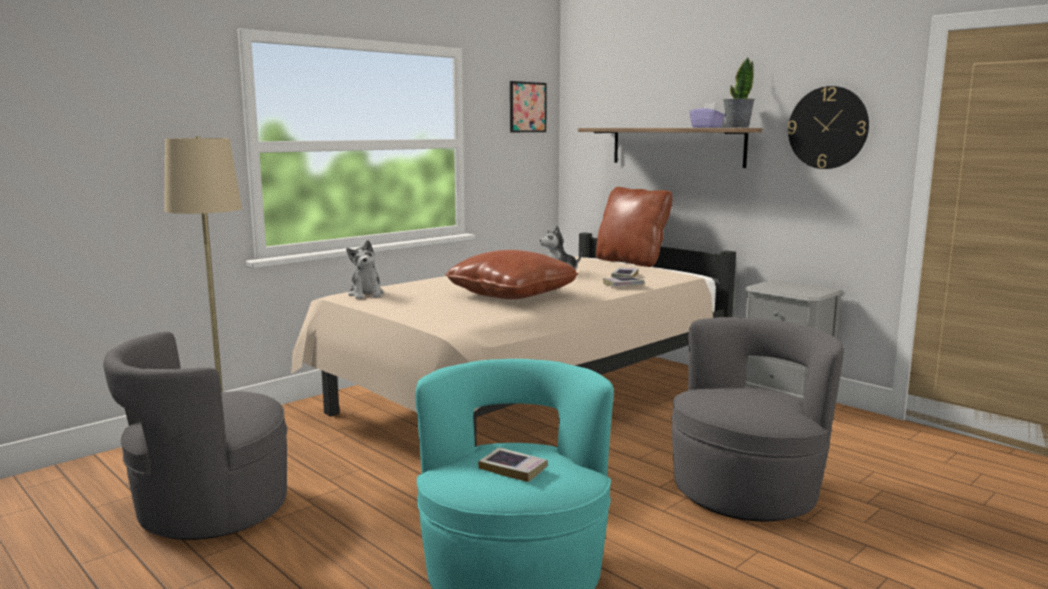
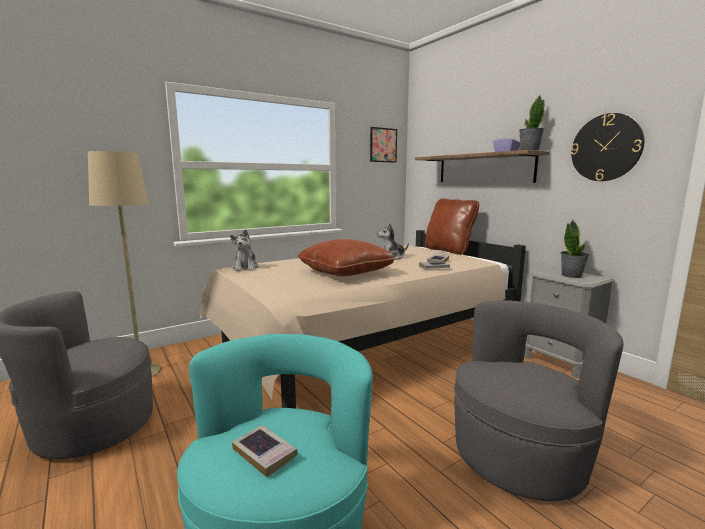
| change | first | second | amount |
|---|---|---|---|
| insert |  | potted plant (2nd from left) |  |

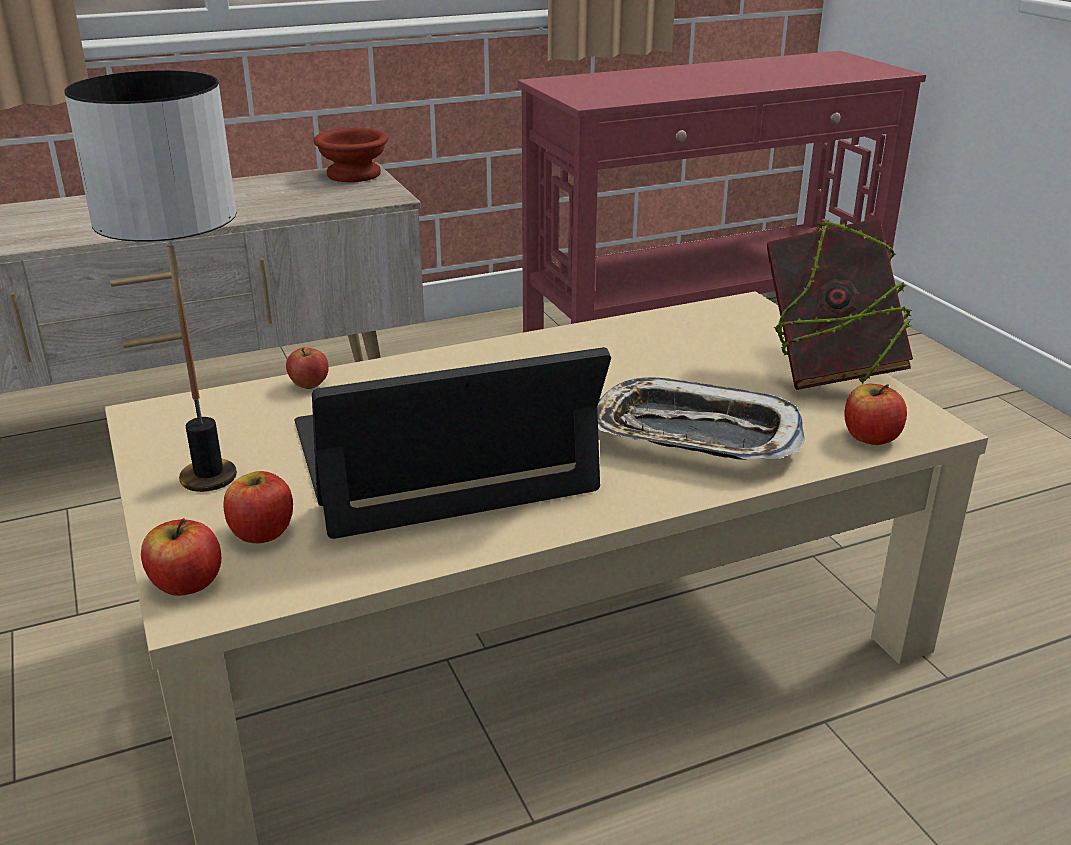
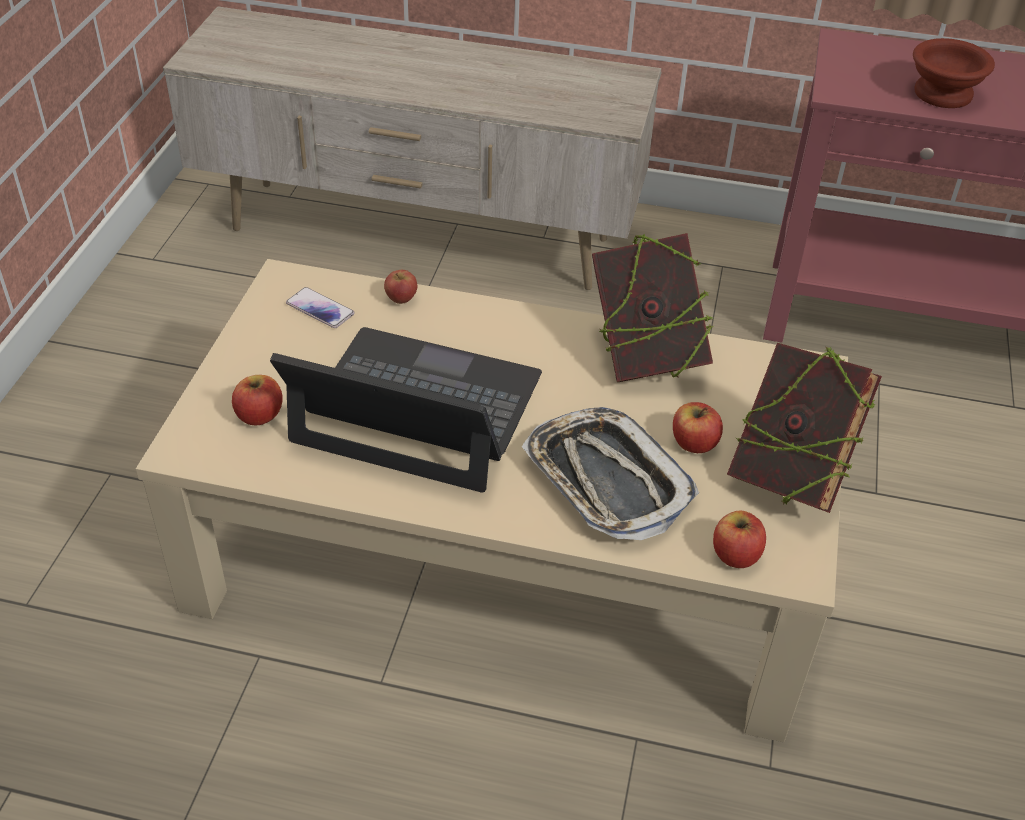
| change | first | second | amount |
|---|---|---|---|
| delete | table lamp |  |  |
| insert |  | phone |  |
| insert |  | book (1st from left) |  |
| move | apple (1st from left in the first image) | apple (3rd from left) |  |
| move | brown bowl |  |  |

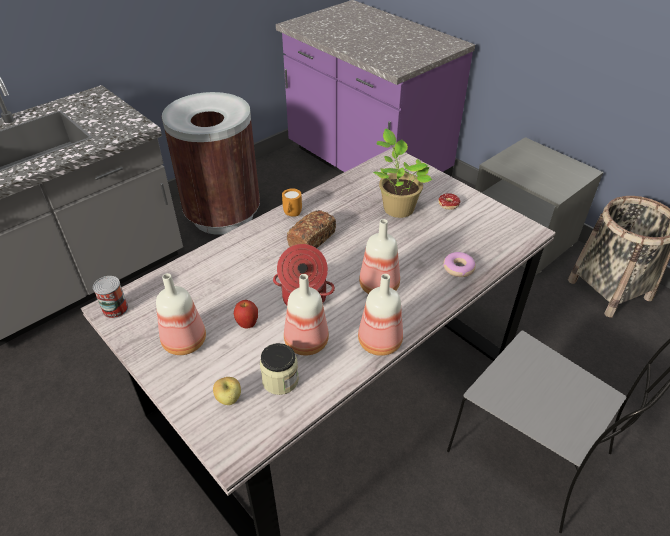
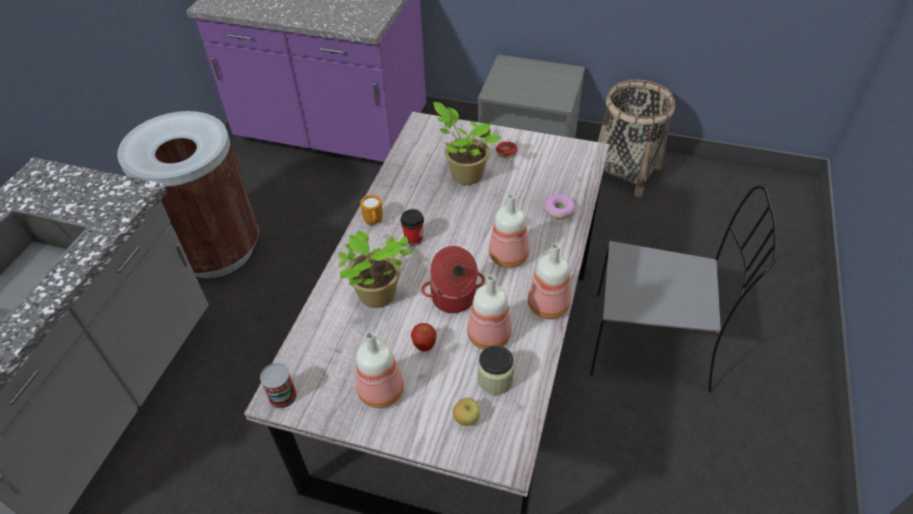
| change | first | second | amount |
|---|---|---|---|
| insert |  | potted plant (1st from left) |  |
| replace | bread | cup |  |

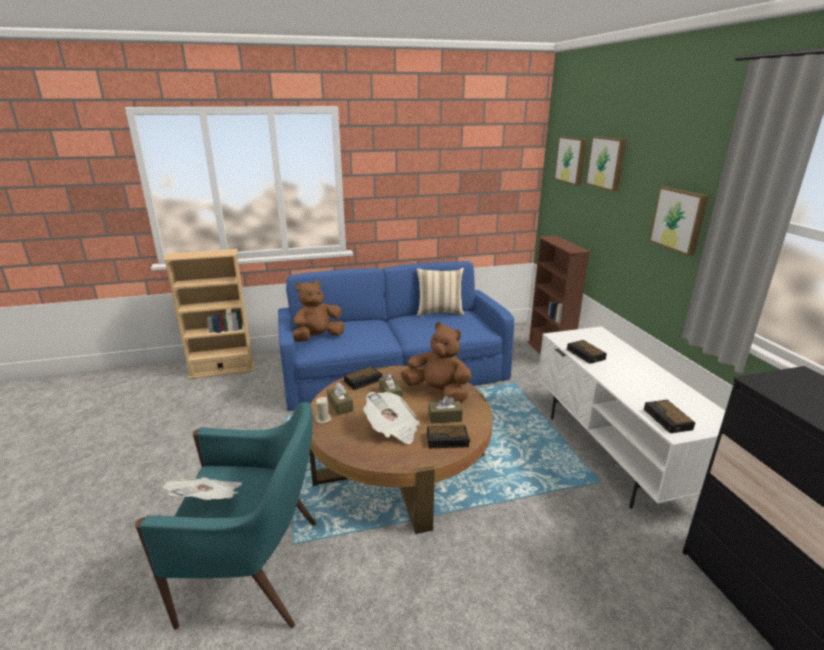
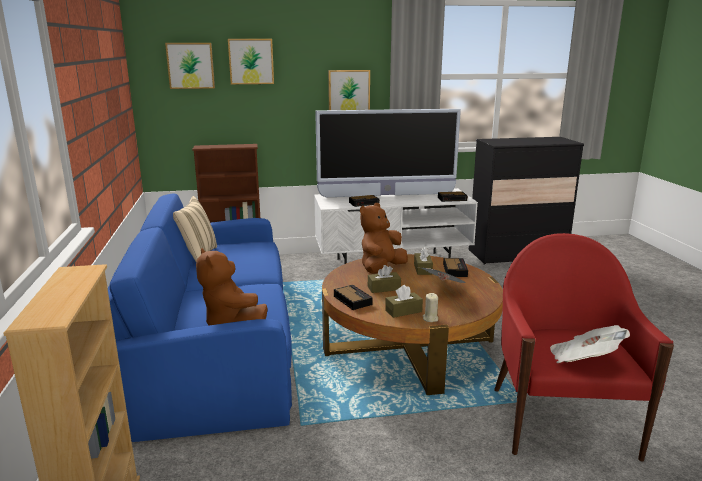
| change | first | second | amount |
|---|---|---|---|
| insert |  | television |  |
| recolor | turquoise armchair | red armchair |  |

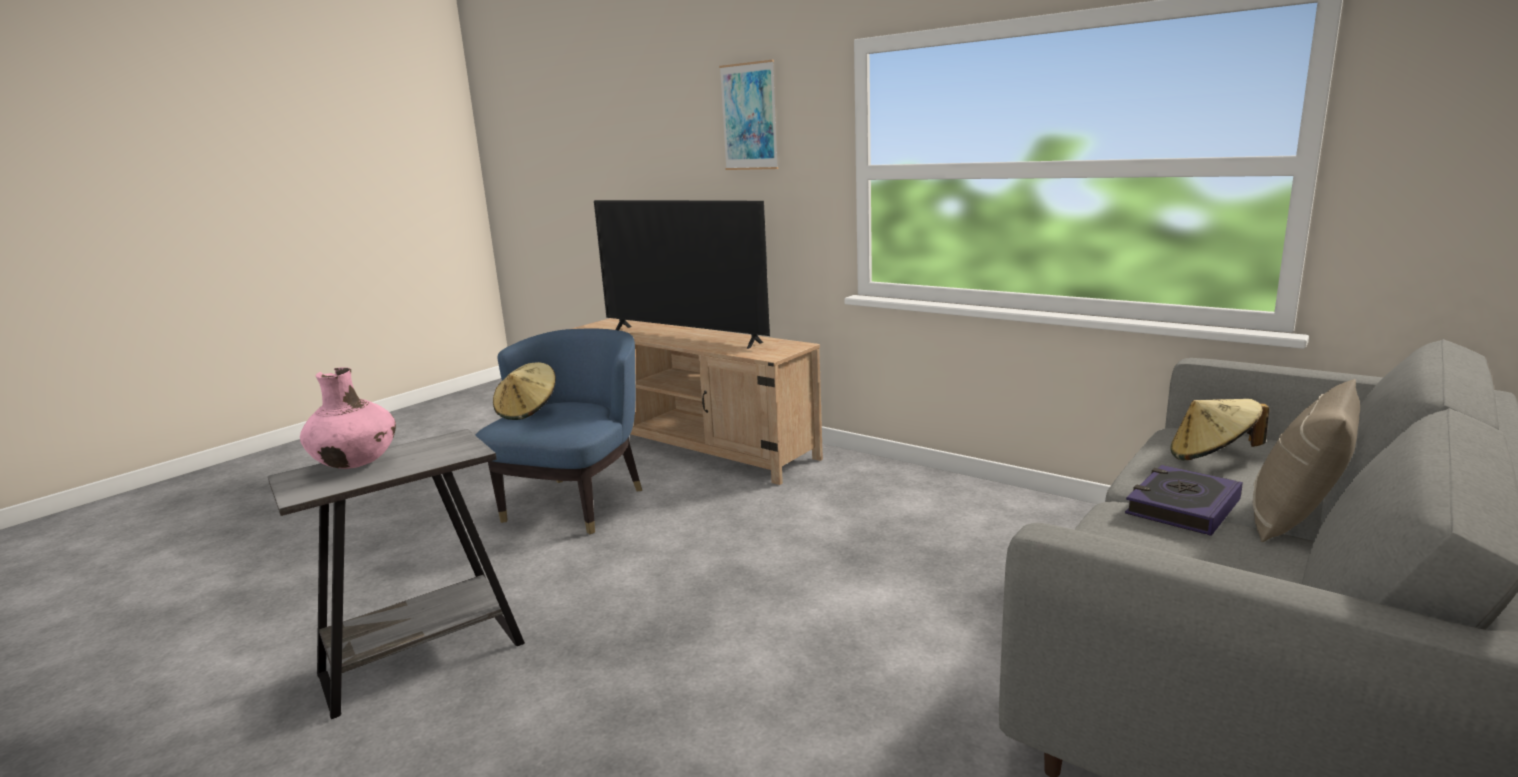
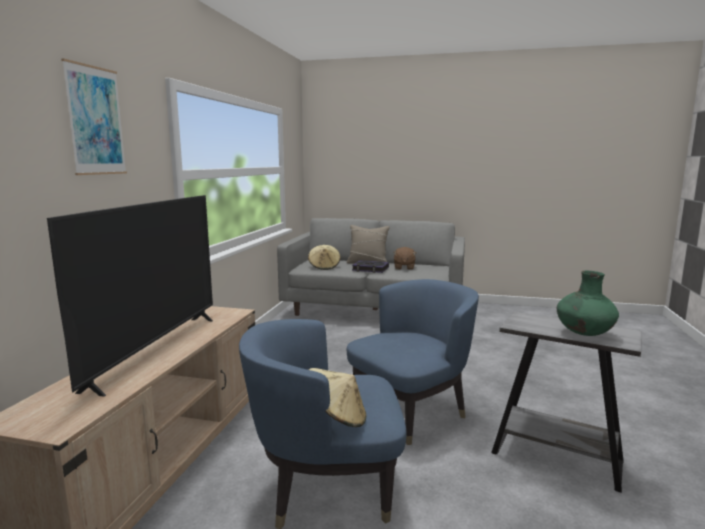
| change | first | second | amount |
|---|---|---|---|
| insert |  | blue armchair (2nd from left) |  |
| insert |  | brown plush toy |  |
| recolor | pink vase | green vase |  |

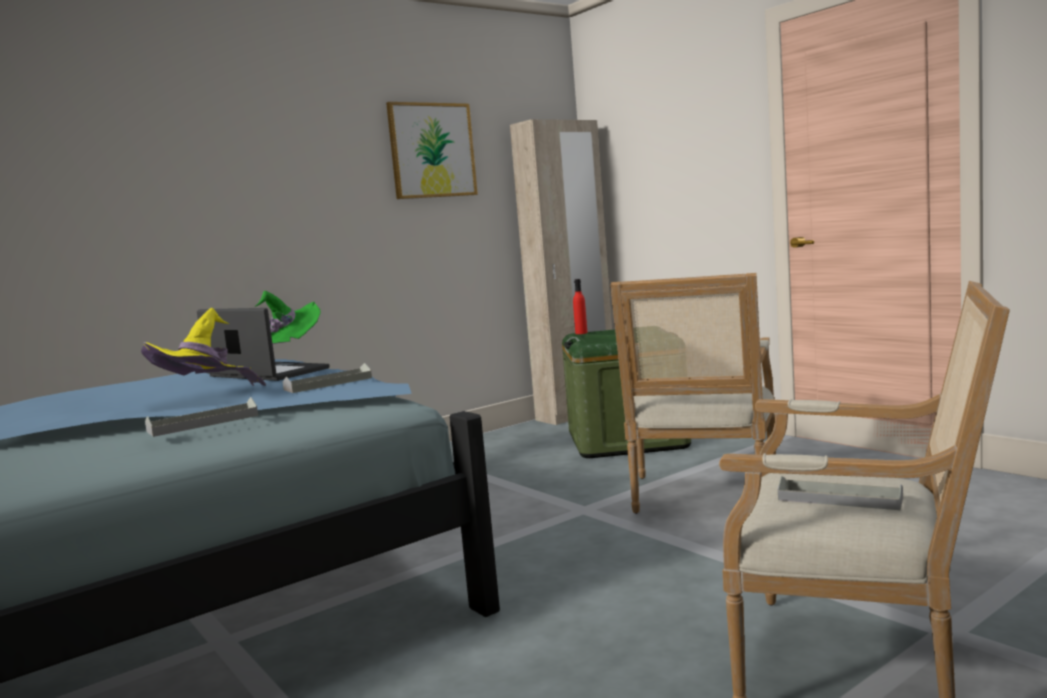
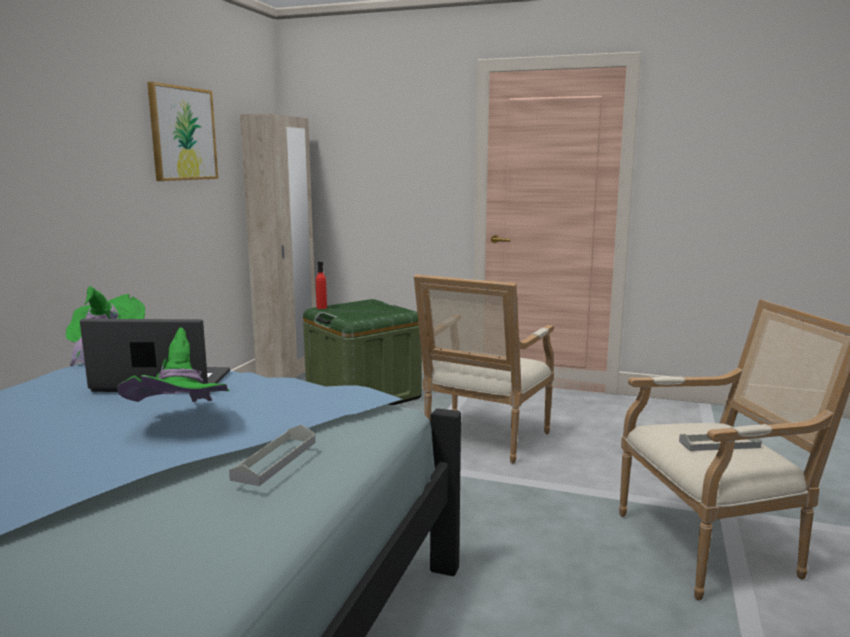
| change | first | second | amount |
|---|---|---|---|
| delete | grey tray (2nd from left) |  |  |
| recolor | yellow hat | green hat (2nd from left) |  |
| rotate | armchair (1st from left) |  | 45 degrees clockwise |

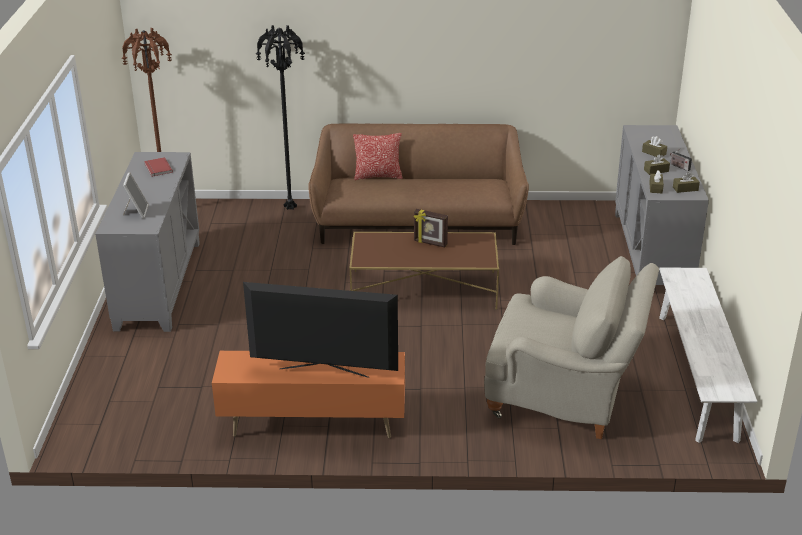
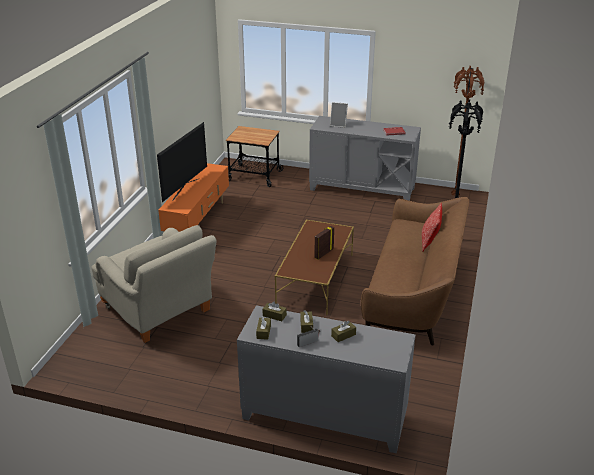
| change | first | second | amount |
|---|---|---|---|
| delete | white bench |  |  |
| insert |  | cart |  |
| rotate | beige armchair |  | 75 degrees counterclockwise |

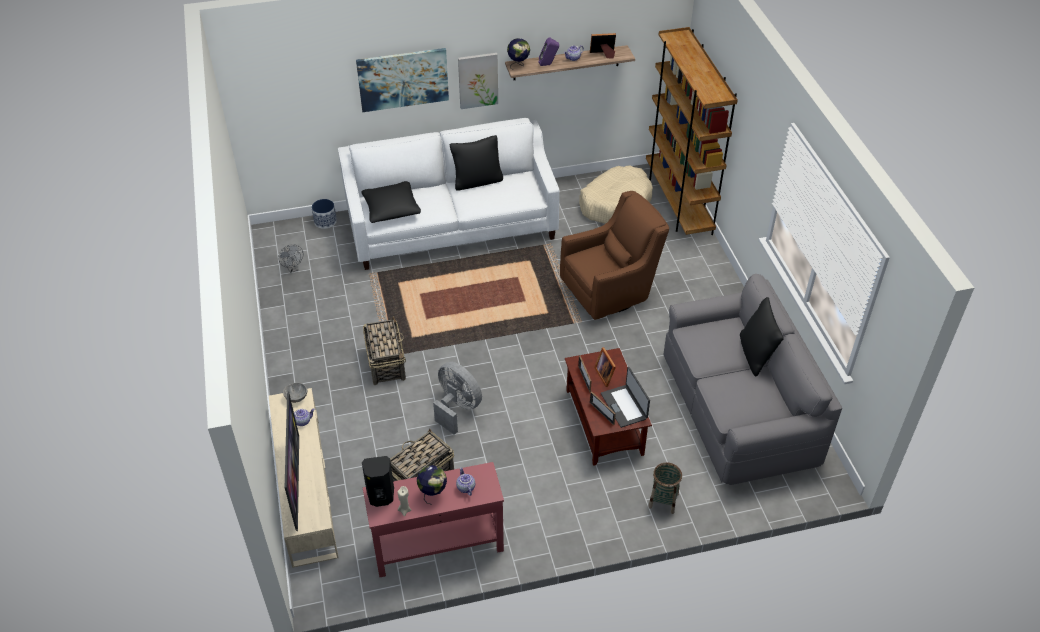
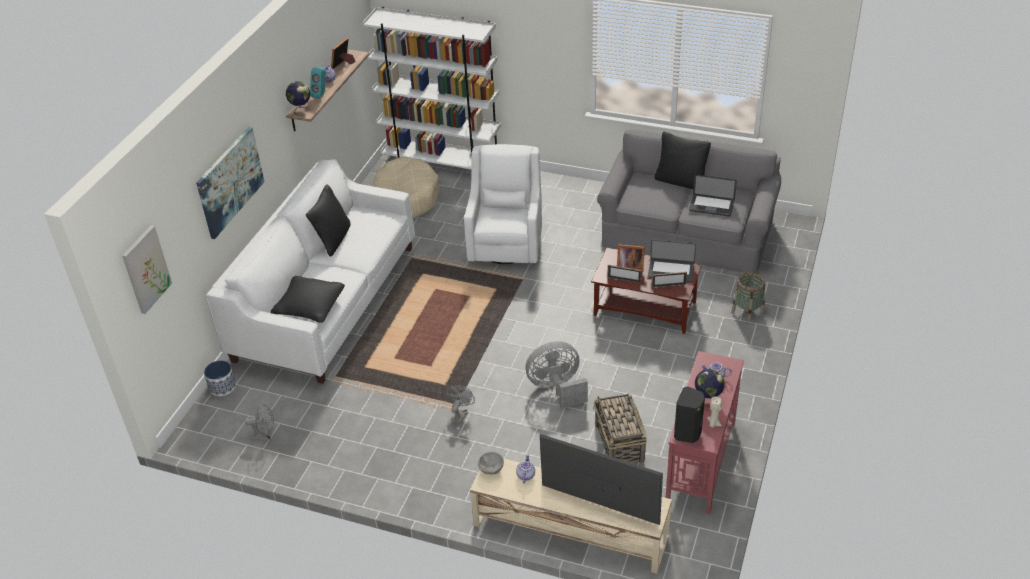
| change | first | second | amount |
|---|---|---|---|
| insert |  | laptop (2nd from left) |  |
| move | picture (2nd from left in the first image) | picture (1st from left) |  |
| replace | basket (1st from left) | grey fan (2nd from left) |  |
| recolor | purple speaker | turquoise speaker |  |
| recolor | brown armchair | white armchair |  |
| recolor | brown bookcase | white bookcase |  |

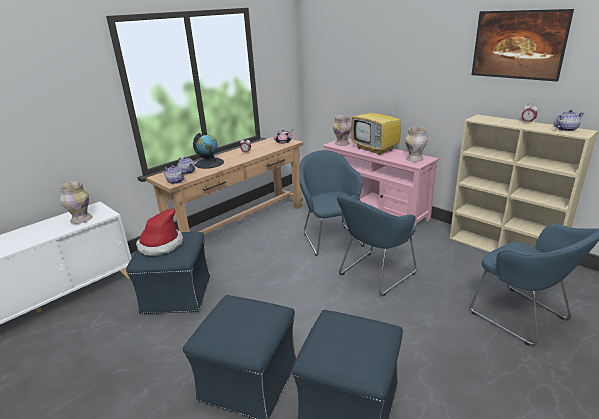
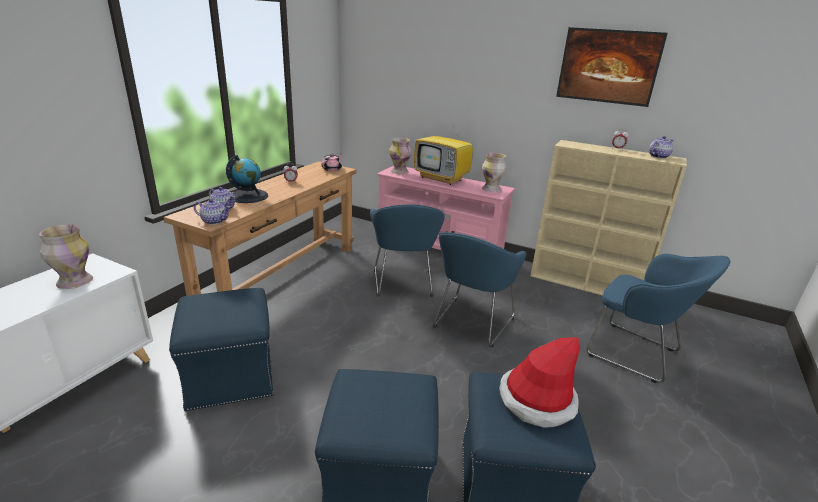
| change | first | second | amount |
|---|---|---|---|
| move | hat |  |  |
| rotate | blue armchair (1st from left) |  | 150 degrees counterclockwise |

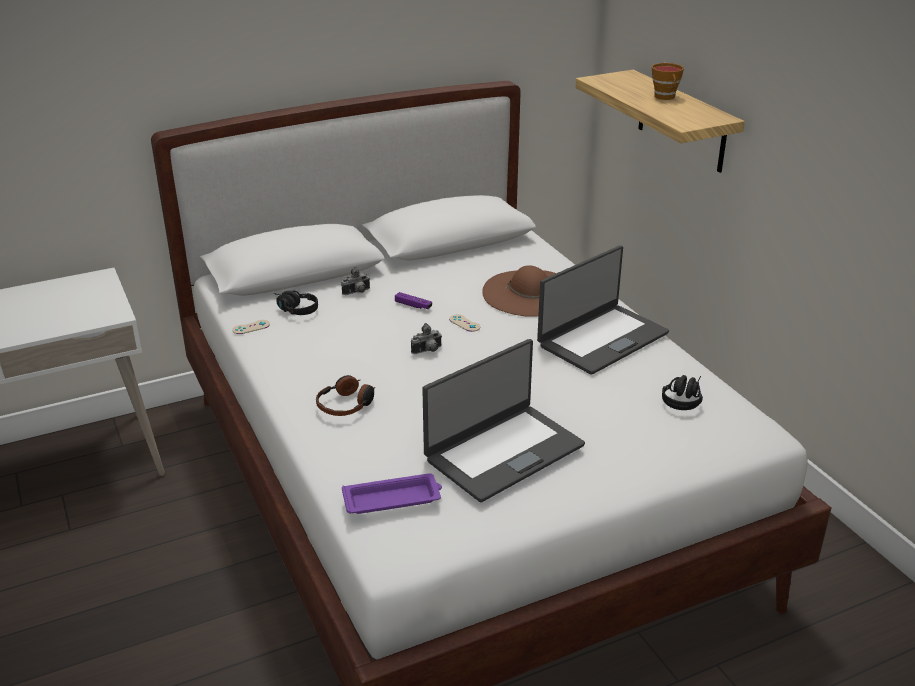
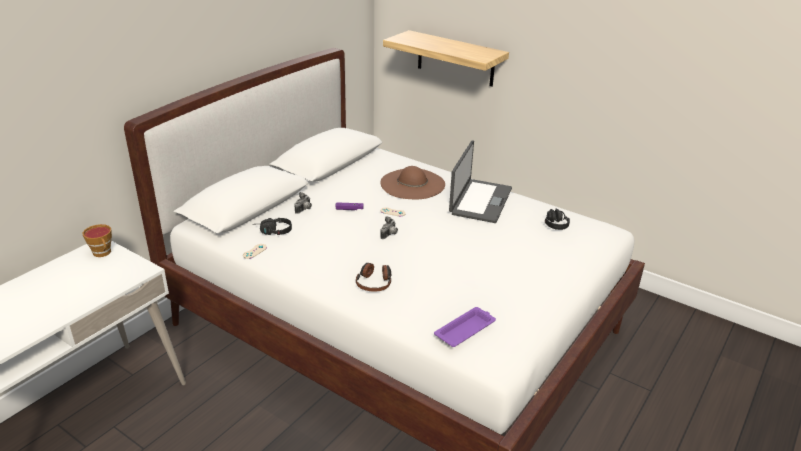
| change | first | second | amount |
|---|---|---|---|
| delete | laptop (1st from left) |  |  |
| move | cup |  |  |

